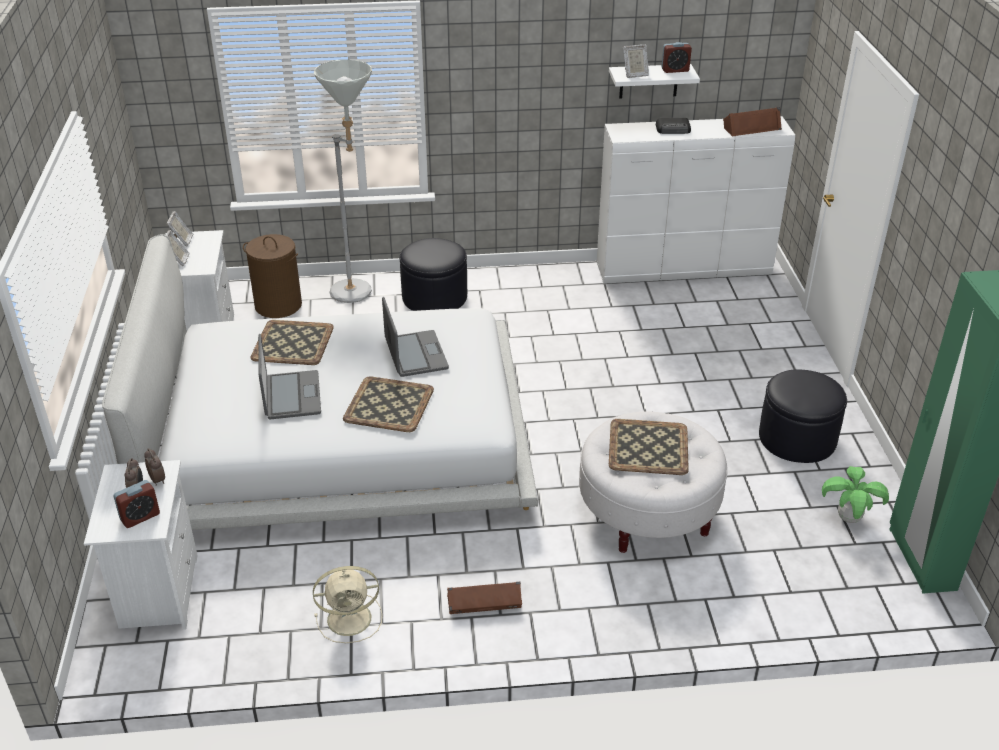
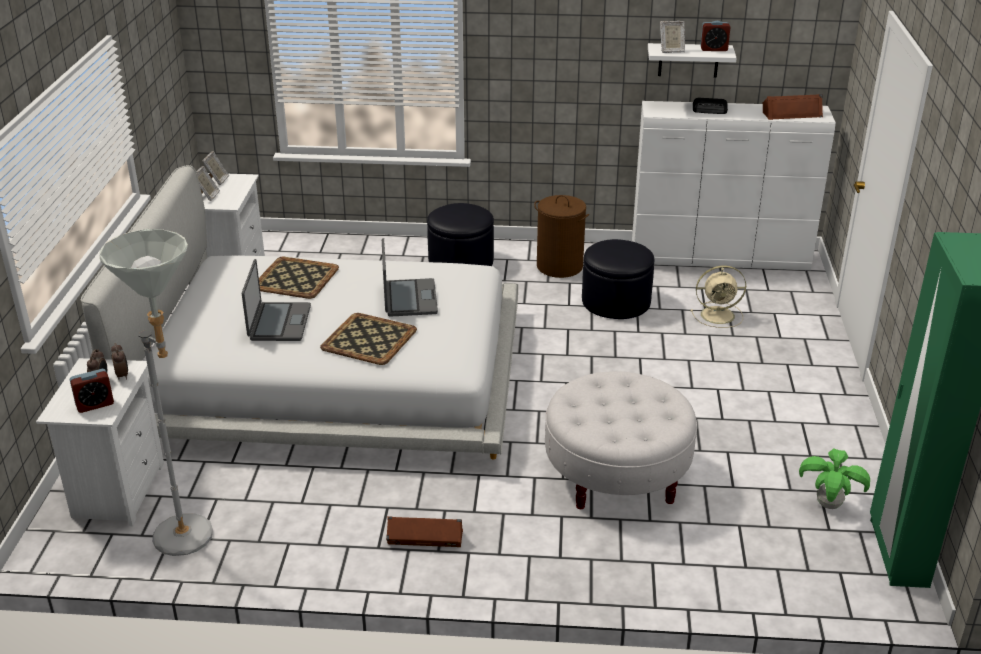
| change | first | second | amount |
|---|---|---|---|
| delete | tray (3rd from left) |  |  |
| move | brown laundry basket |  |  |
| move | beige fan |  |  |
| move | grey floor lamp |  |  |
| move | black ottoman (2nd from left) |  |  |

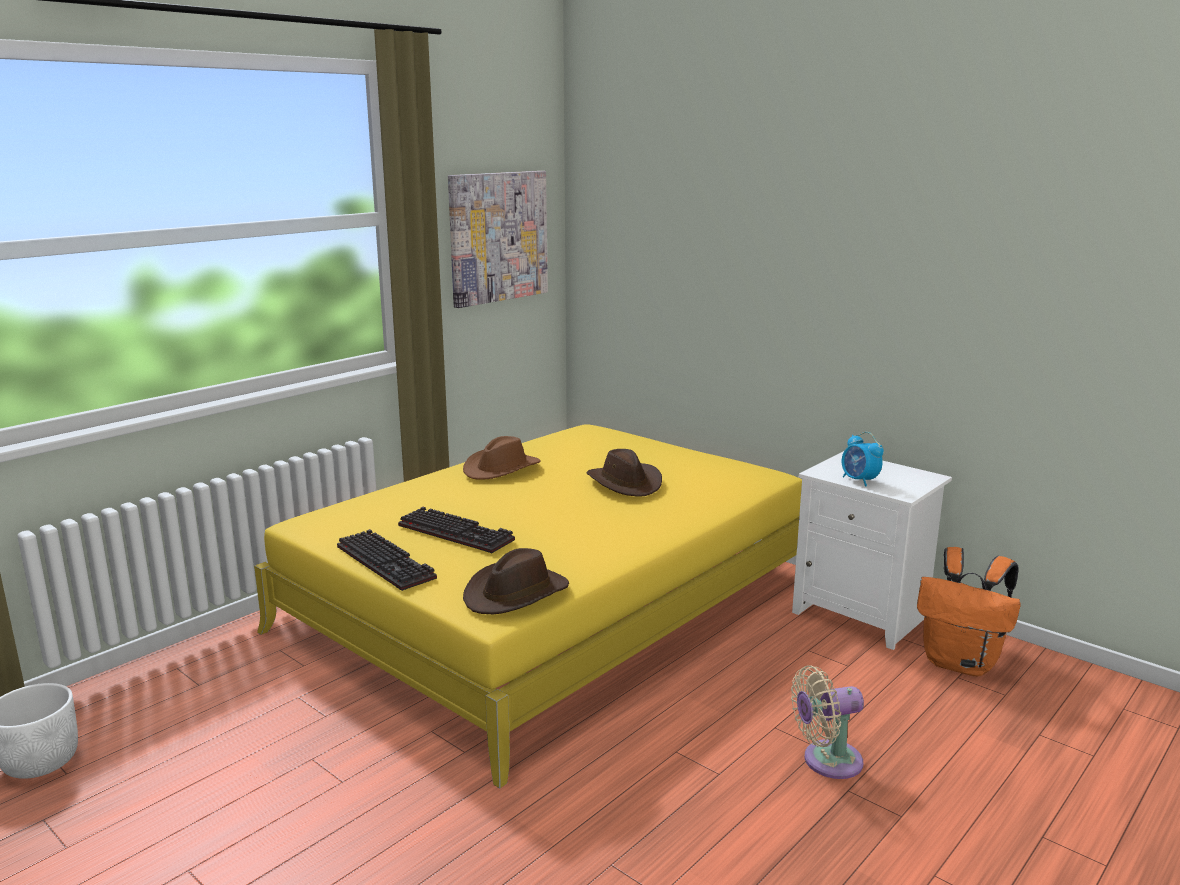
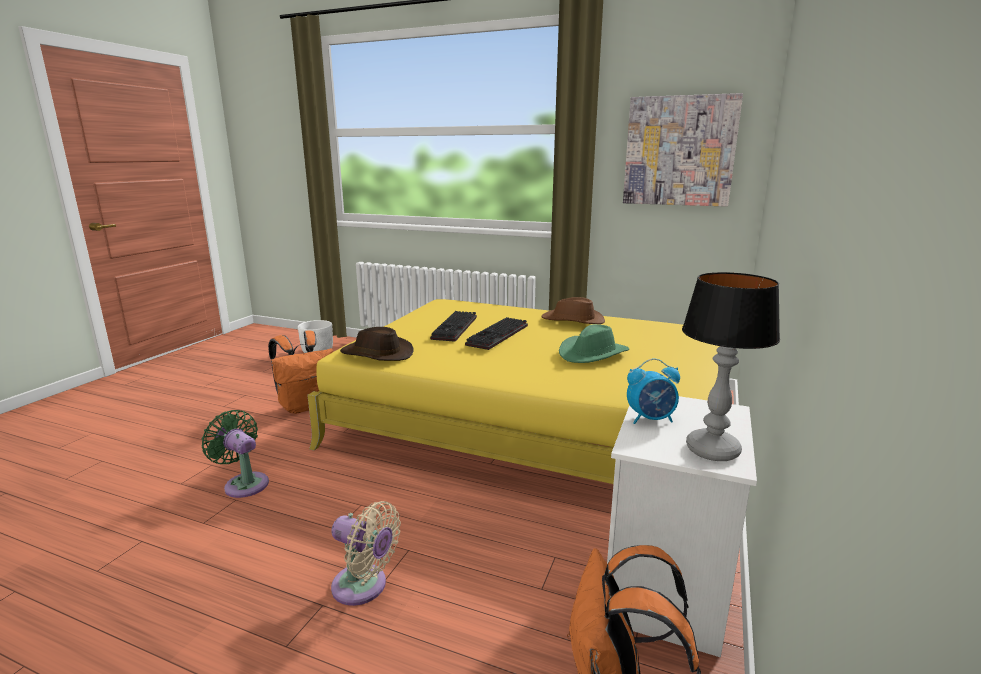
| change | first | second | amount |
|---|---|---|---|
| insert |  | green fan |  |
| insert |  | orange backpack (1st from left) |  |
| insert |  | table lamp |  |
| move | keyboard (1st from left in the first image) | keyboard (2nd from left) |  |
| recolor | brown hat (3rd from left) | green hat |  |
| rotate | beige fan |  | 150 degrees clockwise |
| rotate | alarm clock |  | 135 degrees counterclockwise |

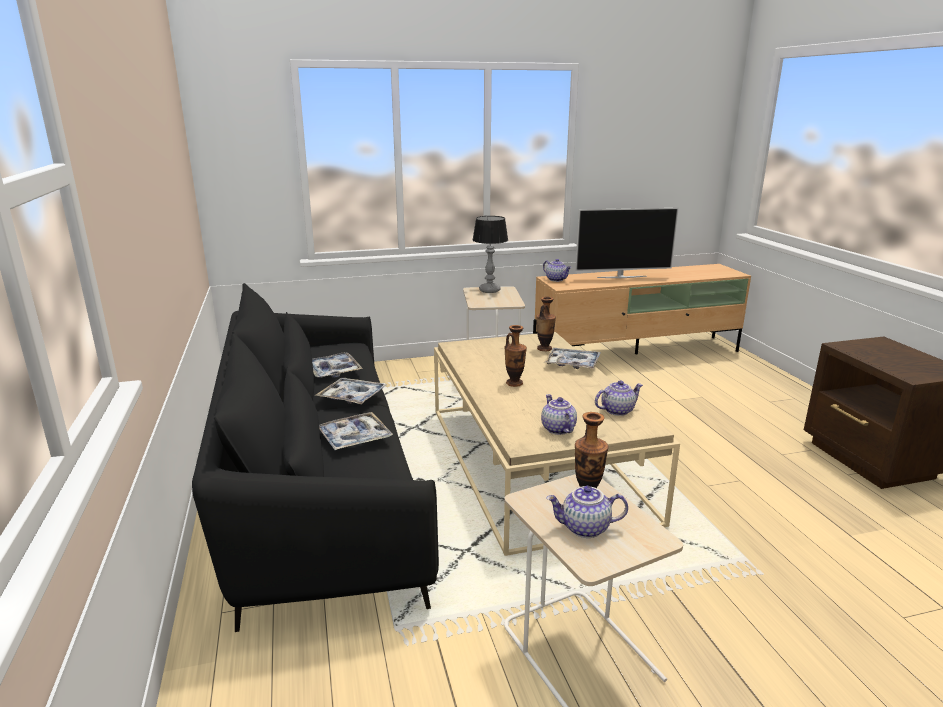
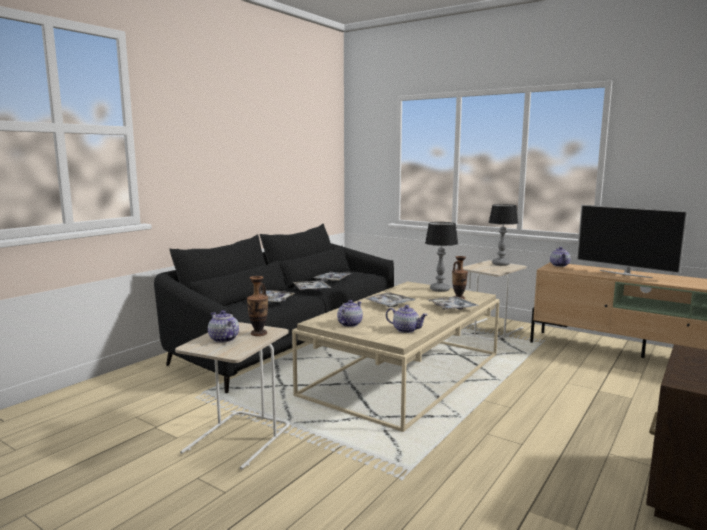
| change | first | second | amount |
|---|---|---|---|
| insert |  | table lamp (1st from left) |  |
| replace | vase (1st from left) | tray (4th from left) |  |

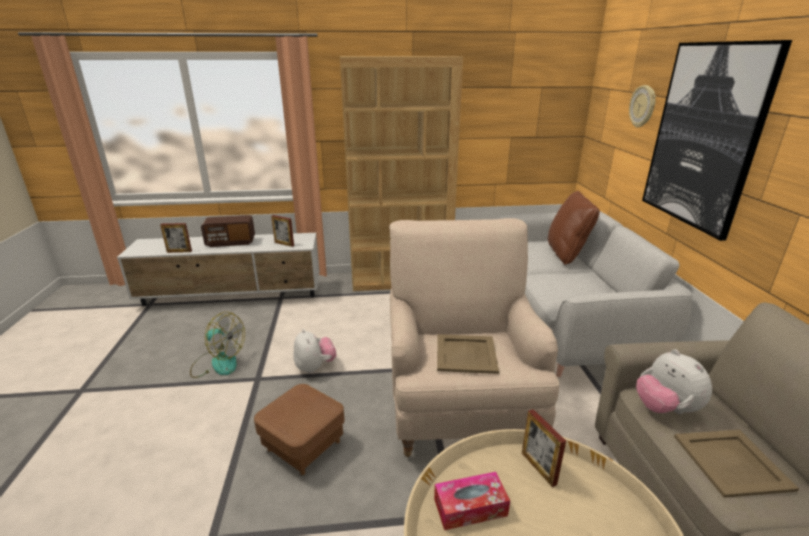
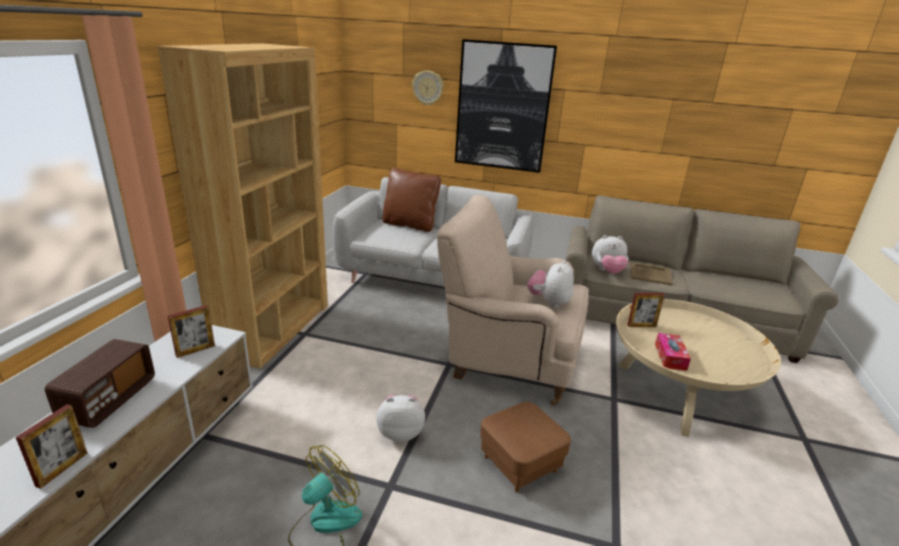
| change | first | second | amount |
|---|---|---|---|
| replace | beige tray (1st from left) | plush toy (2nd from left) |  |

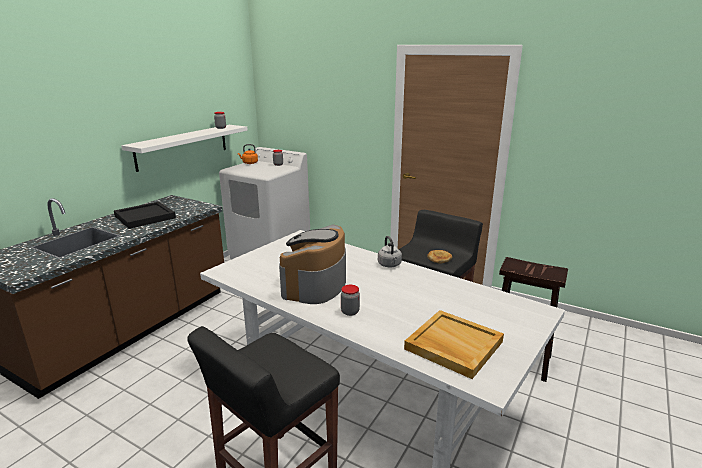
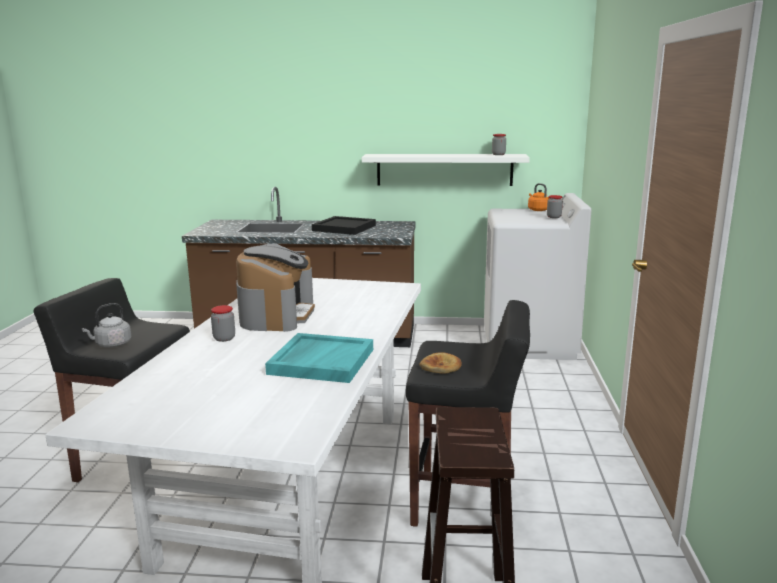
| change | first | second | amount |
|---|---|---|---|
| delete | beige tray |  |  |
| insert |  | turquoise tray |  |
| move | grey kettle |  |  |
| rotate | coffee machine |  | 105 degrees clockwise |

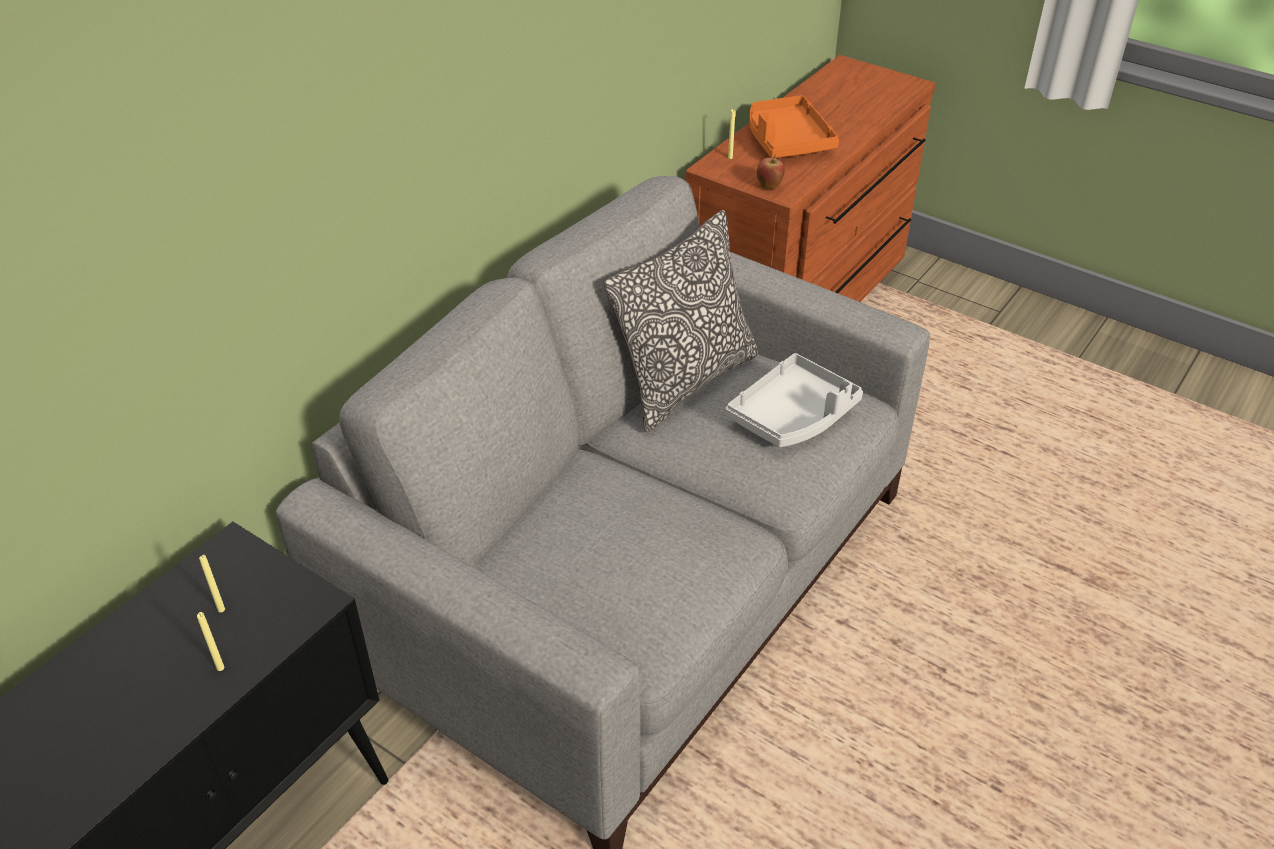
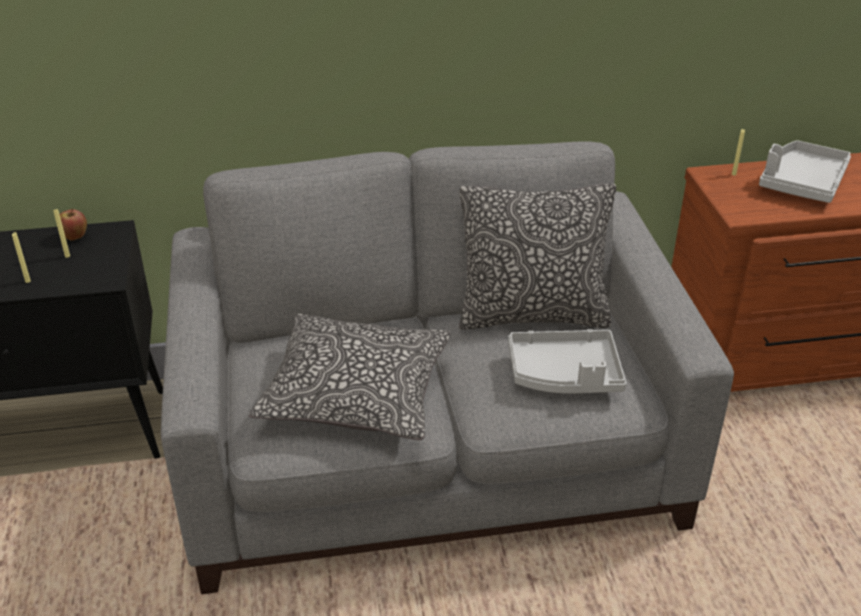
| change | first | second | amount |
|---|---|---|---|
| insert |  | pillow (1st from left) |  |
| move | apple |  |  |
| recolor | orange tray | grey tray (2nd from left) |  |

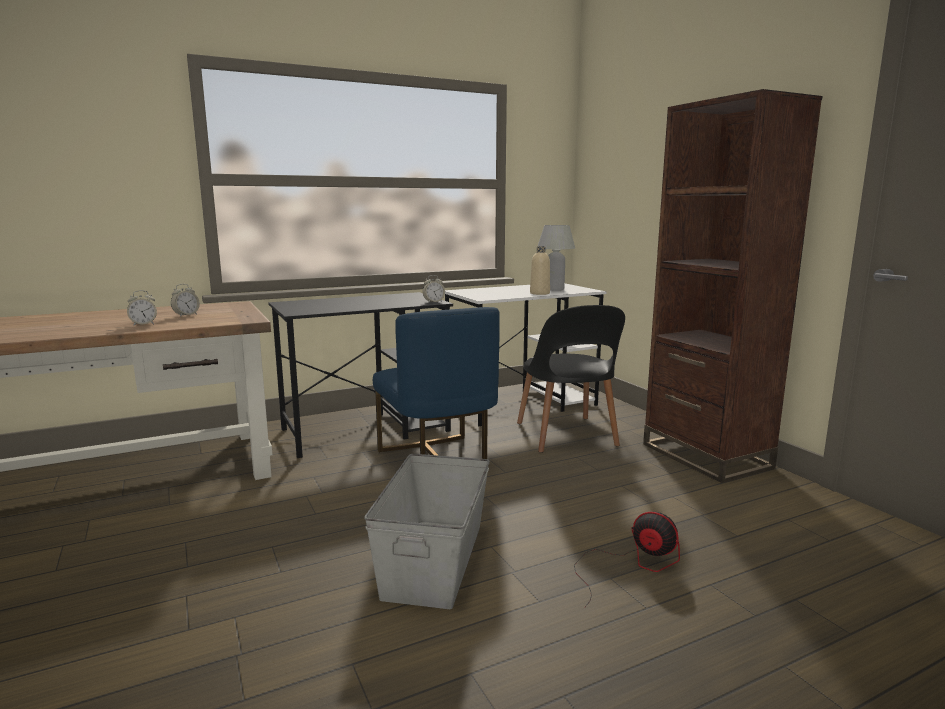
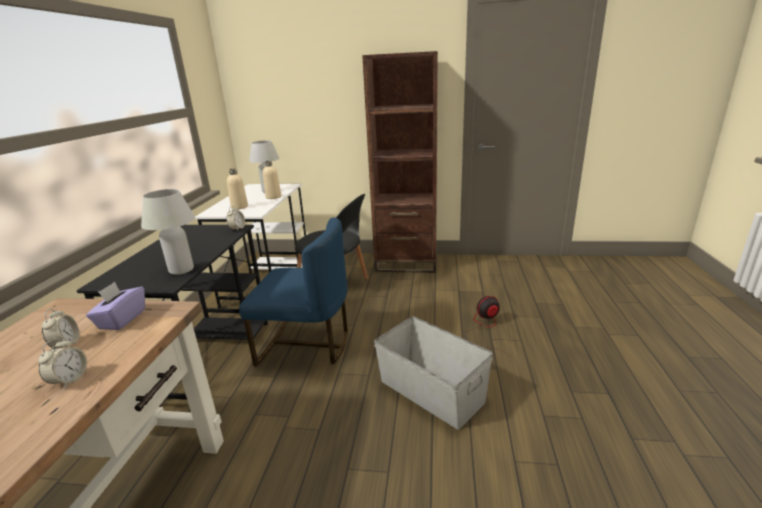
| change | first | second | amount |
|---|---|---|---|
| insert |  | purple tissue box |  |
| insert |  | white table lamp (1st from left) |  |
| insert |  | beige bottle (1st from left) |  |

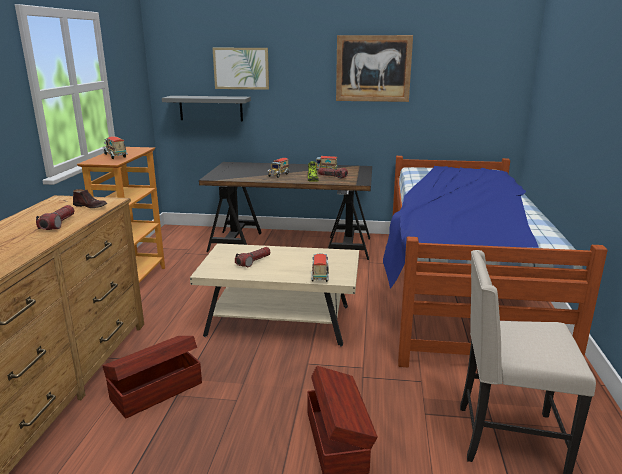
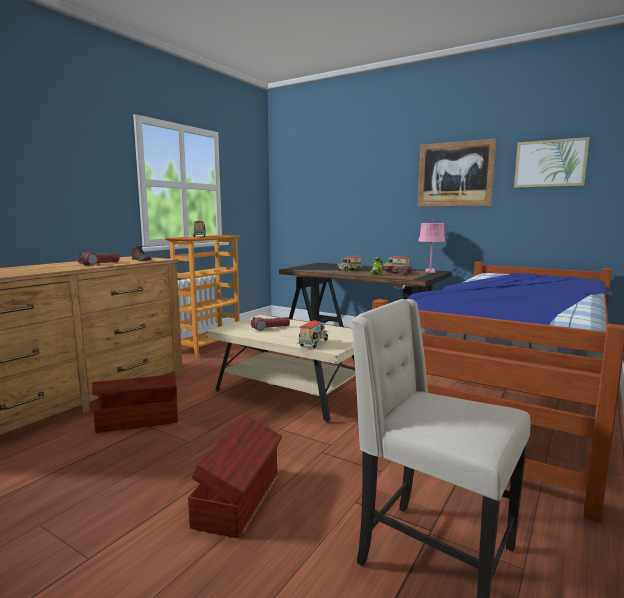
| change | first | second | amount |
|---|---|---|---|
| delete | grey shelf |  |  |
| insert |  | pink table lamp |  |
| move | picture (1st from left in the first image) | picture (2nd from left) |  |

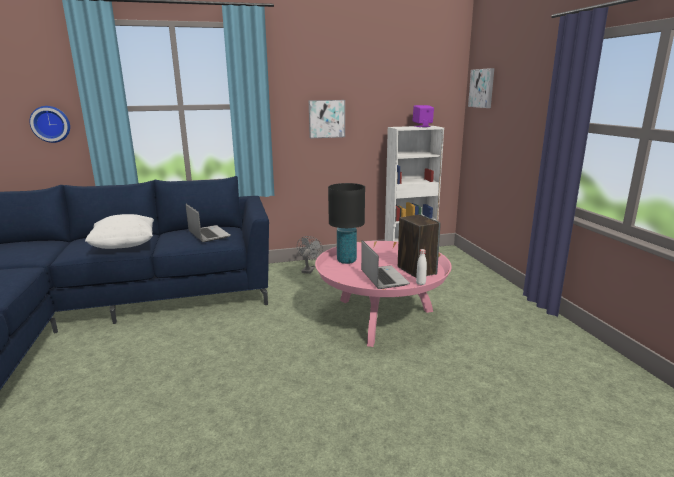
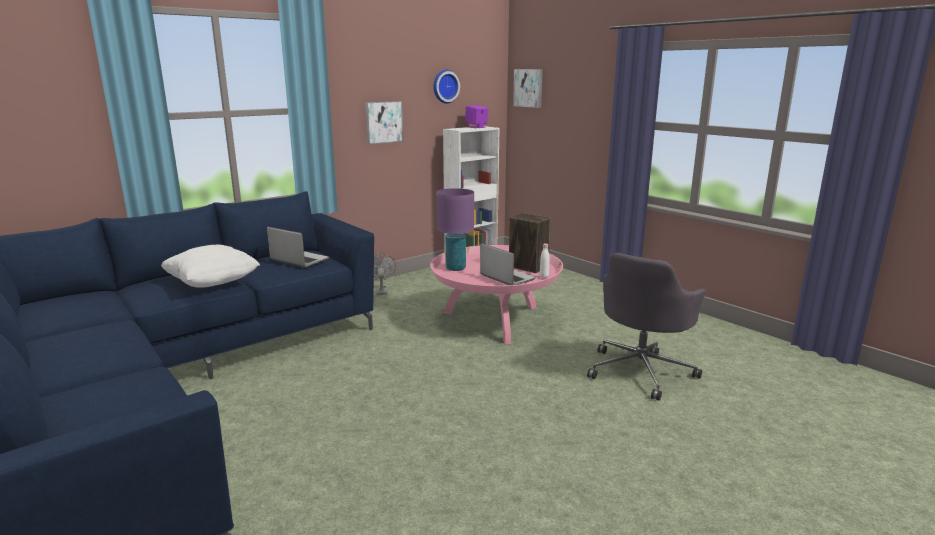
| change | first | second | amount |
|---|---|---|---|
| insert |  | grey office chair |  |
| move | wall clock |  |  |
| recolor | black table lamp | purple table lamp |  |

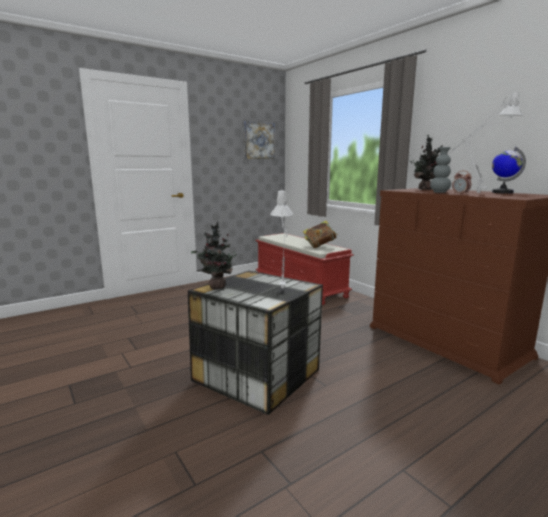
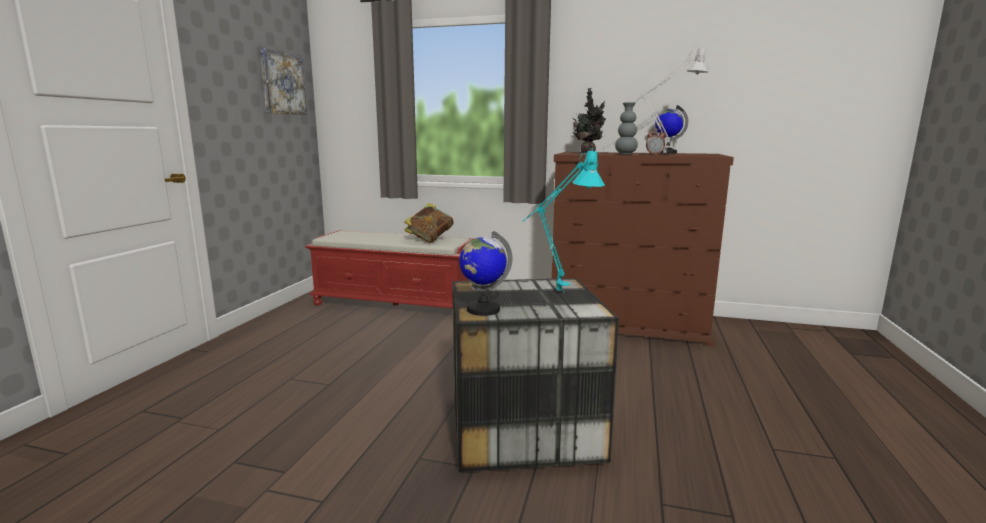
| change | first | second | amount |
|---|---|---|---|
| replace | potted plant (1st from left) | globe (1st from left) |  |
| recolor | grey table lamp (1st from left) | turquoise table lamp |  |

